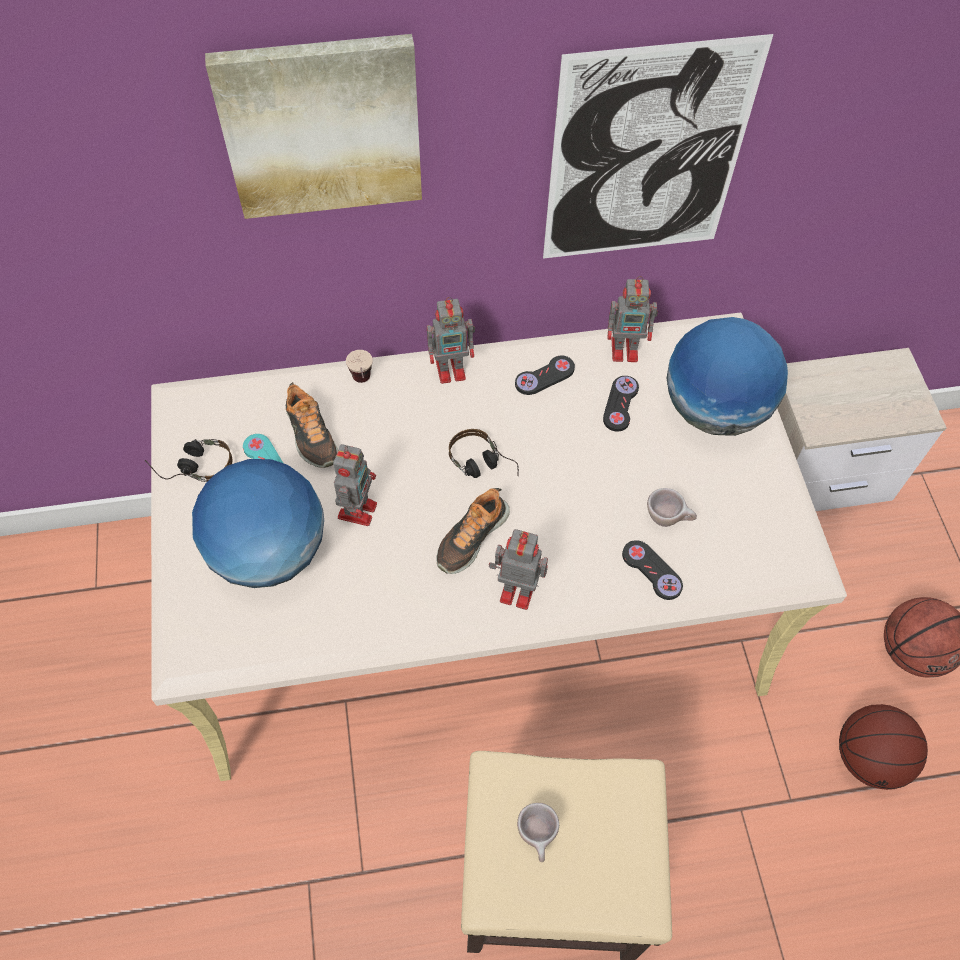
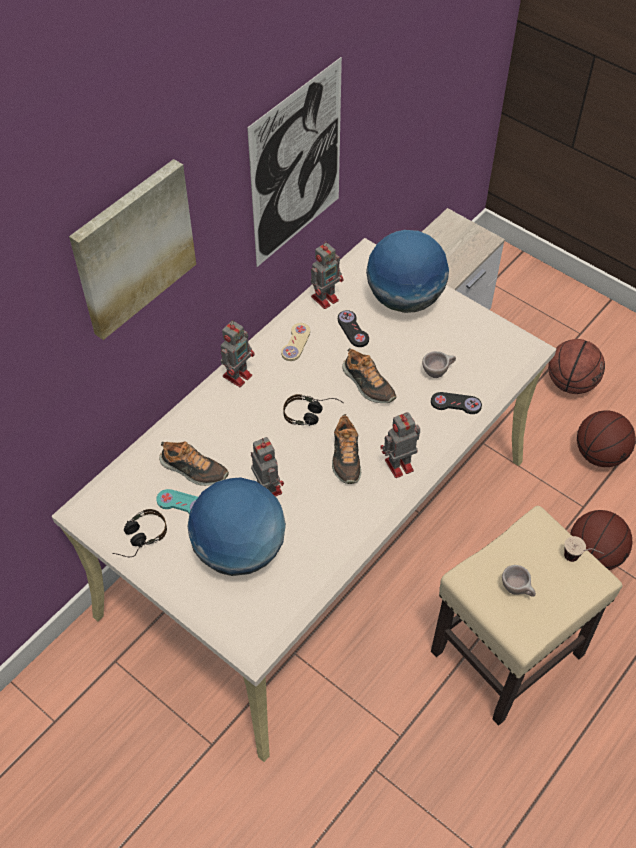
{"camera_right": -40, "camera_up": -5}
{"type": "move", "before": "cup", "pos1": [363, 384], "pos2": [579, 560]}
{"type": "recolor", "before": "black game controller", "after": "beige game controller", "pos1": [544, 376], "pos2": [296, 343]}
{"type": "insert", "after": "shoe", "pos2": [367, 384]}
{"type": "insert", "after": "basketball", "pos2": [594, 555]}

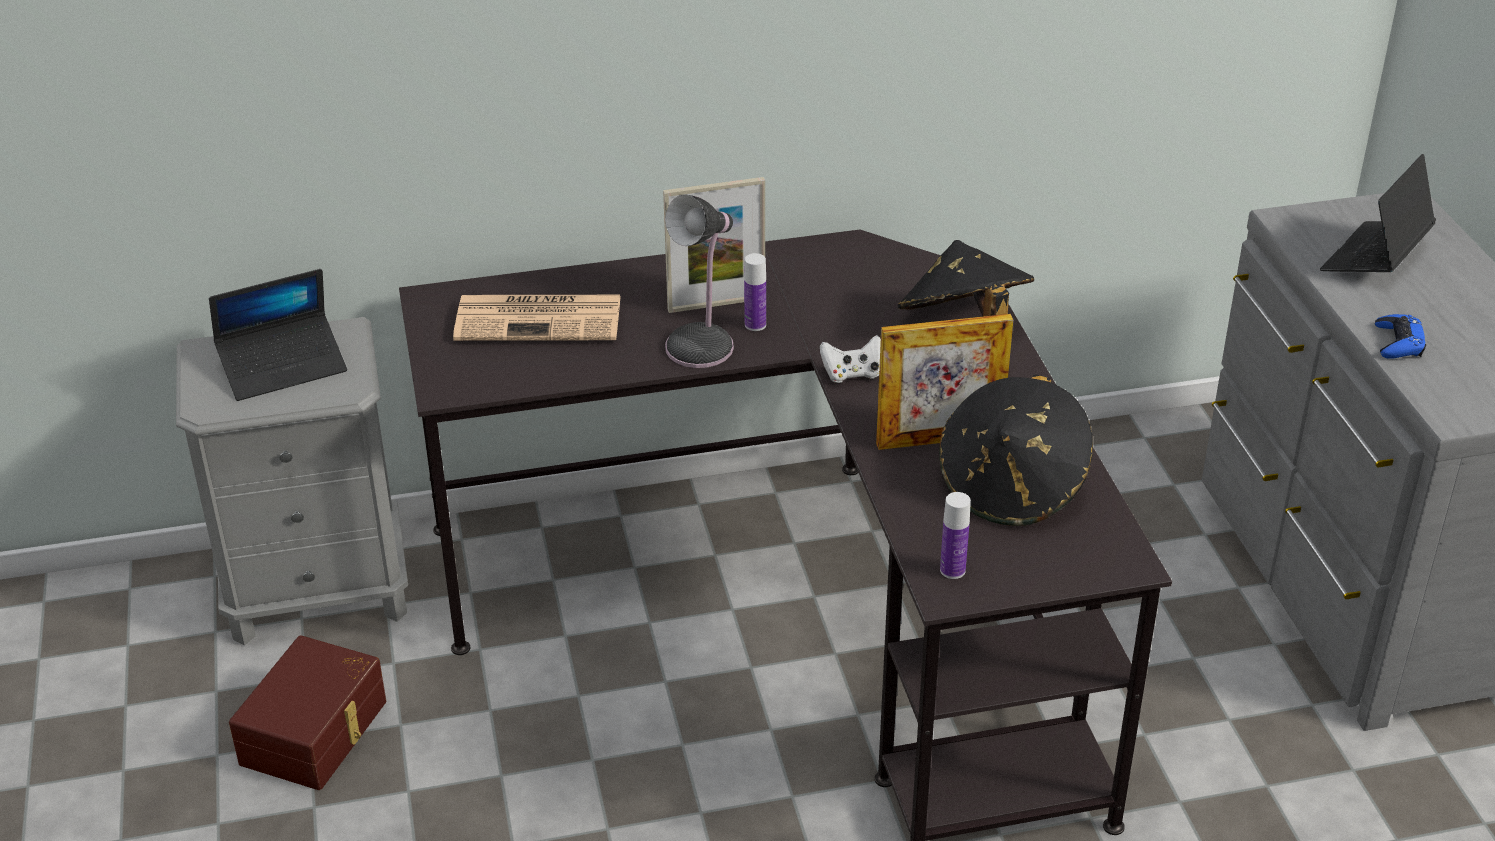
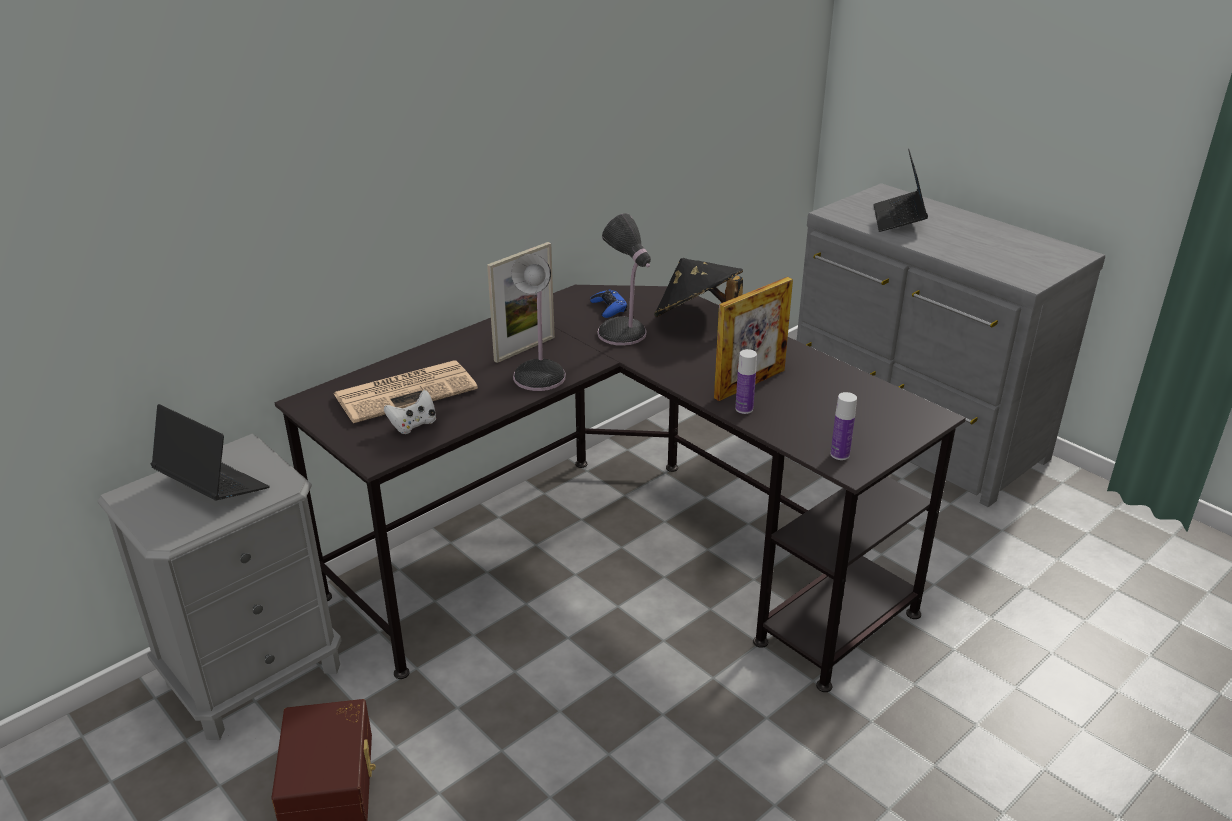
{"camera_right": -30, "camera_up": -5}
{"type": "move", "before": "bottle", "pos1": [755, 325], "pos2": [744, 409]}
{"type": "rotate", "before": "laptop", "pos1": [283, 367], "pos2": [212, 486], "turn": -90}
{"type": "move", "before": "blue game controller", "pos1": [1398, 343], "pos2": [609, 308]}
{"type": "move", "before": "white game controller", "pos1": [852, 374], "pos2": [413, 425]}
{"type": "delete", "before": "black hat", "pos1": [1013, 487]}
{"type": "insert", "after": "table lamp", "pos2": [624, 335]}

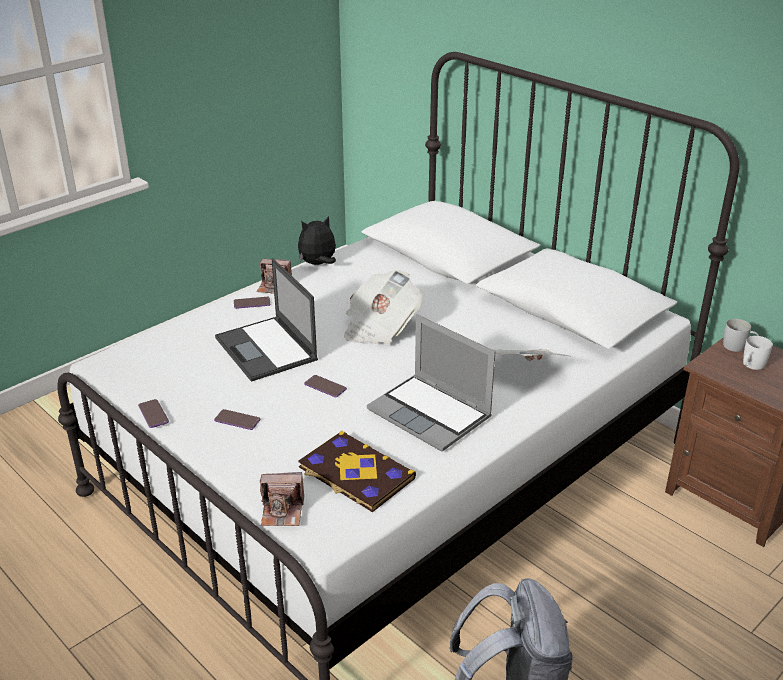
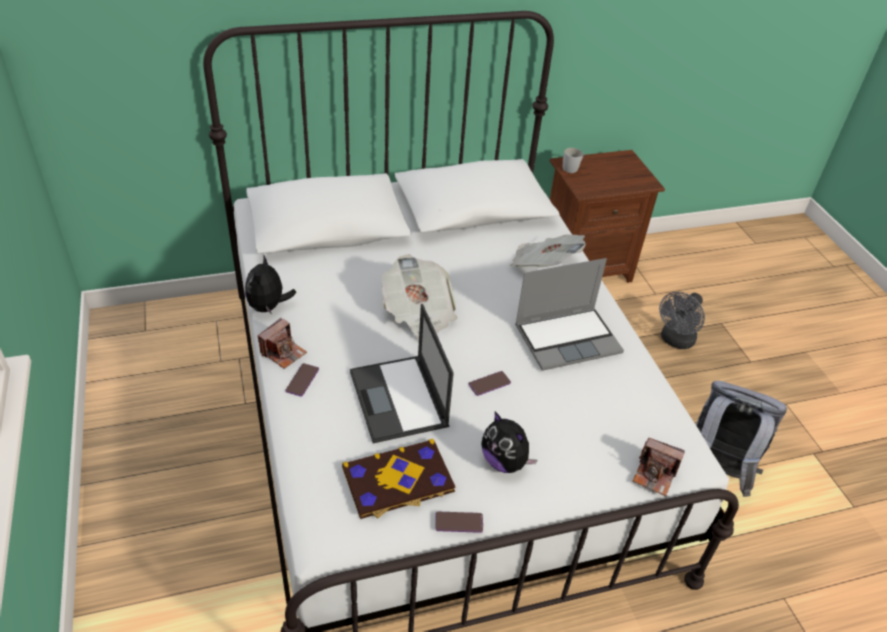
{"camera_right": -65, "camera_up": 10}
{"type": "rotate", "before": "laptop", "pos1": [267, 349], "pos2": [399, 400], "turn": 75}
{"type": "delete", "before": "white mug", "pos1": [751, 366]}
{"type": "replace", "before": "phone", "after": "plush toy", "pos1": [237, 420], "pos2": [504, 461]}
{"type": "move", "before": "book", "pos1": [355, 474], "pos2": [398, 481]}
{"type": "rotate", "before": "photo camera", "pos1": [282, 511], "pos2": [654, 475], "turn": 90}
{"type": "insert", "after": "grey fan", "pos2": [675, 341]}

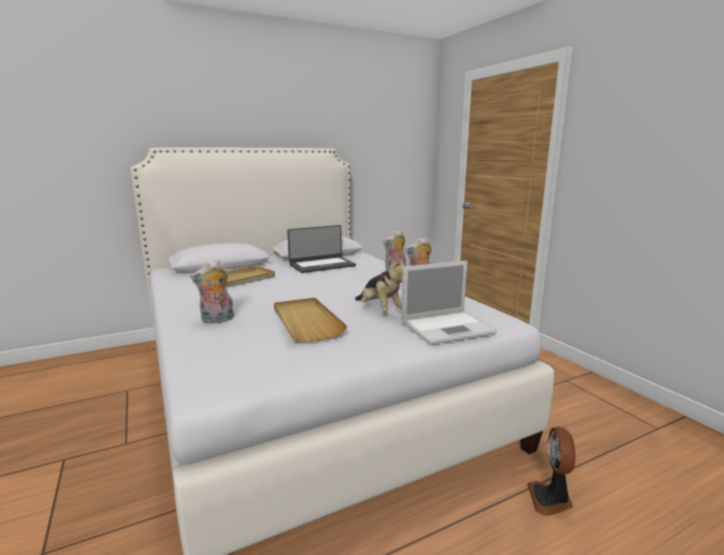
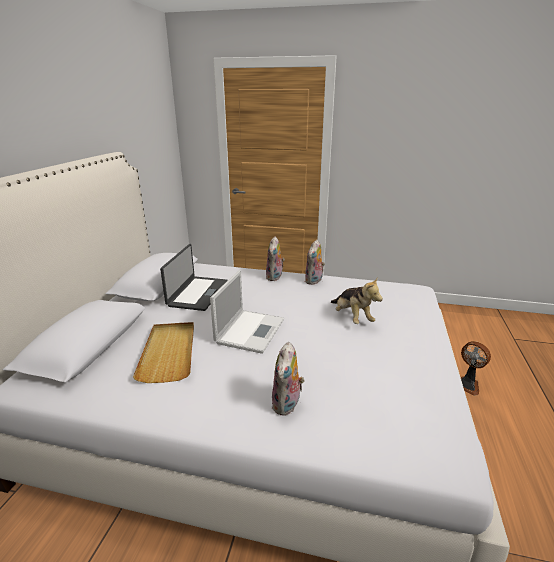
{"camera_right": -50, "camera_up": 10}
{"type": "rotate", "before": "plush toy", "pos1": [380, 310], "pos2": [352, 317], "turn": 60}
{"type": "move", "before": "laptop", "pos1": [448, 327], "pos2": [250, 330]}
{"type": "delete", "before": "beige tray", "pos1": [306, 321]}

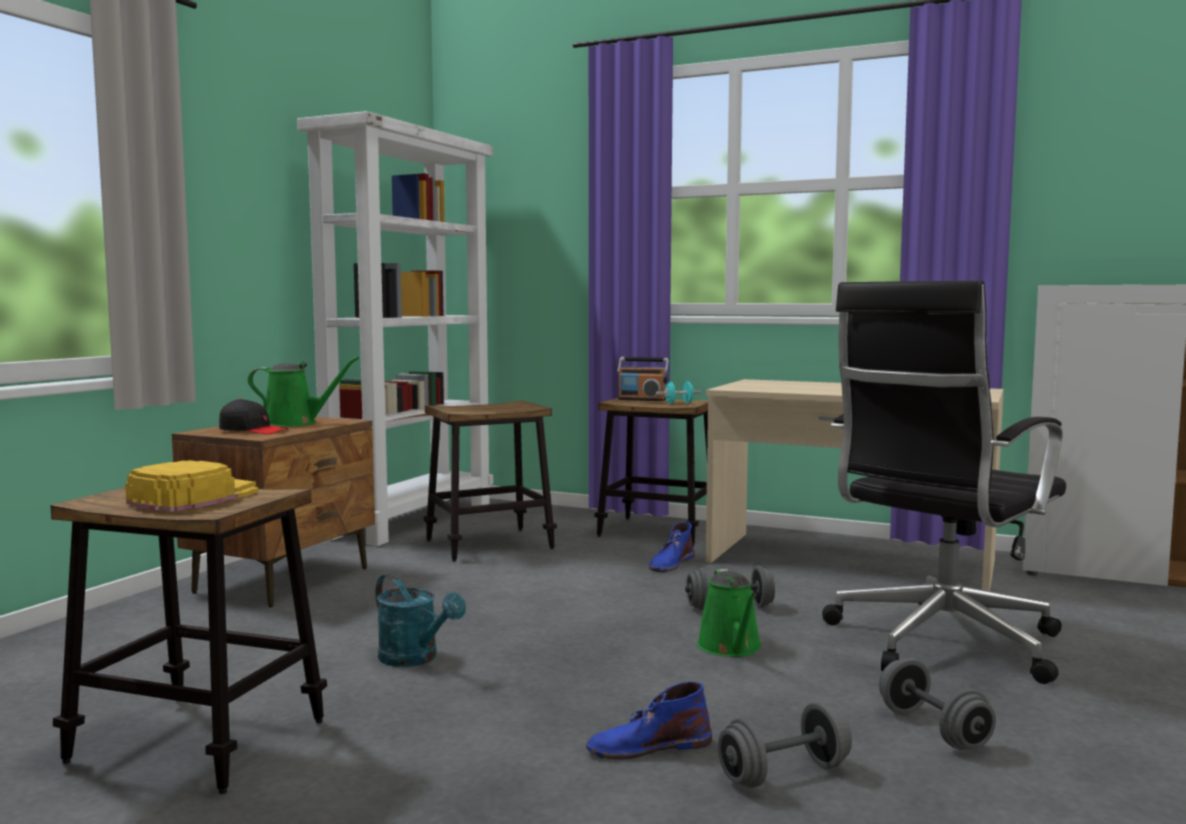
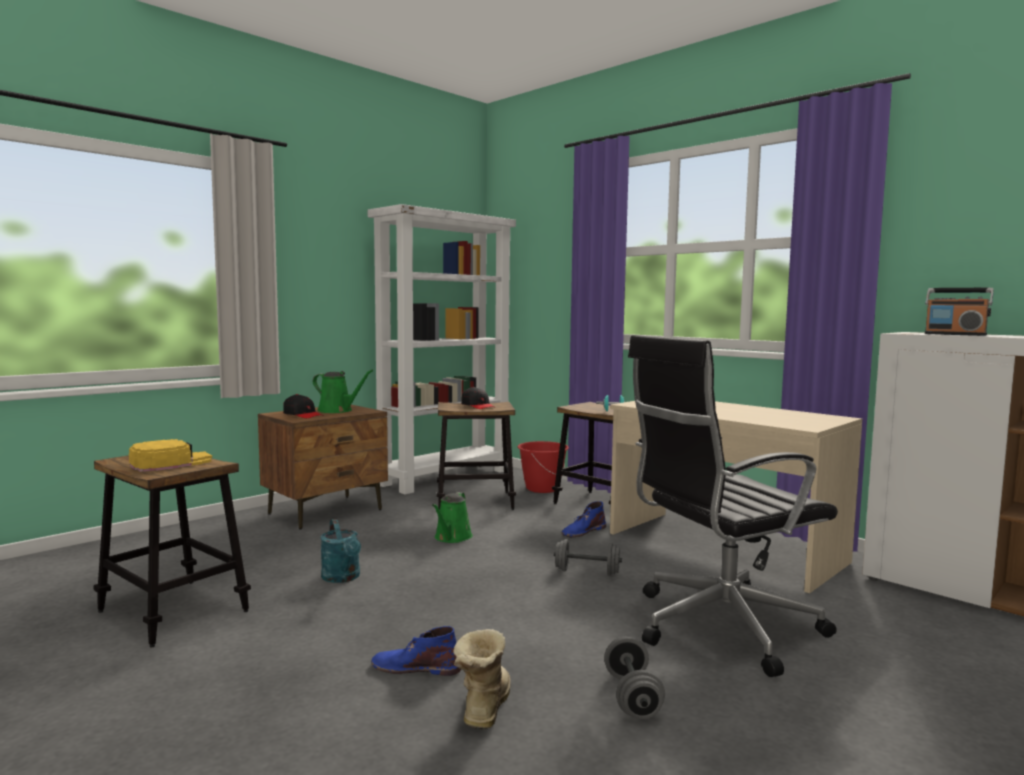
{"camera_right": 20, "camera_up": 0}
{"type": "move", "before": "radio", "pos1": [642, 400], "pos2": [955, 334]}
{"type": "move", "before": "green watering can", "pos1": [731, 647], "pos2": [452, 538]}
{"type": "replace", "before": "grey dumbbell", "after": "boot", "pos1": [784, 774], "pos2": [482, 707]}
{"type": "insert", "after": "black cap", "pos2": [478, 406]}
{"type": "insert", "after": "red bucket", "pos2": [542, 488]}

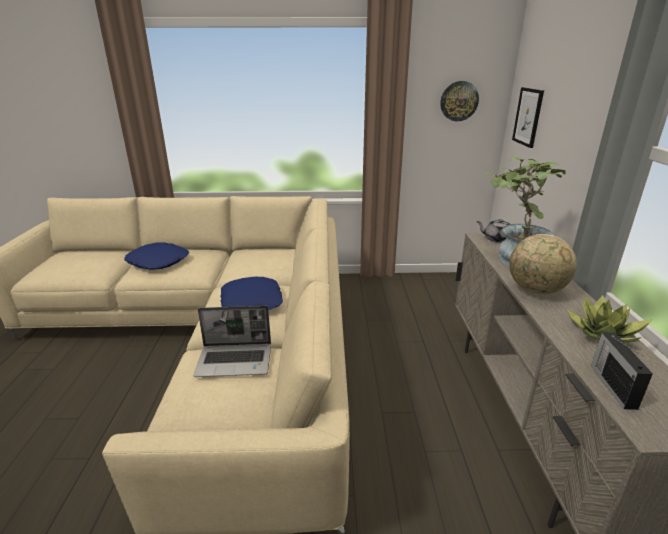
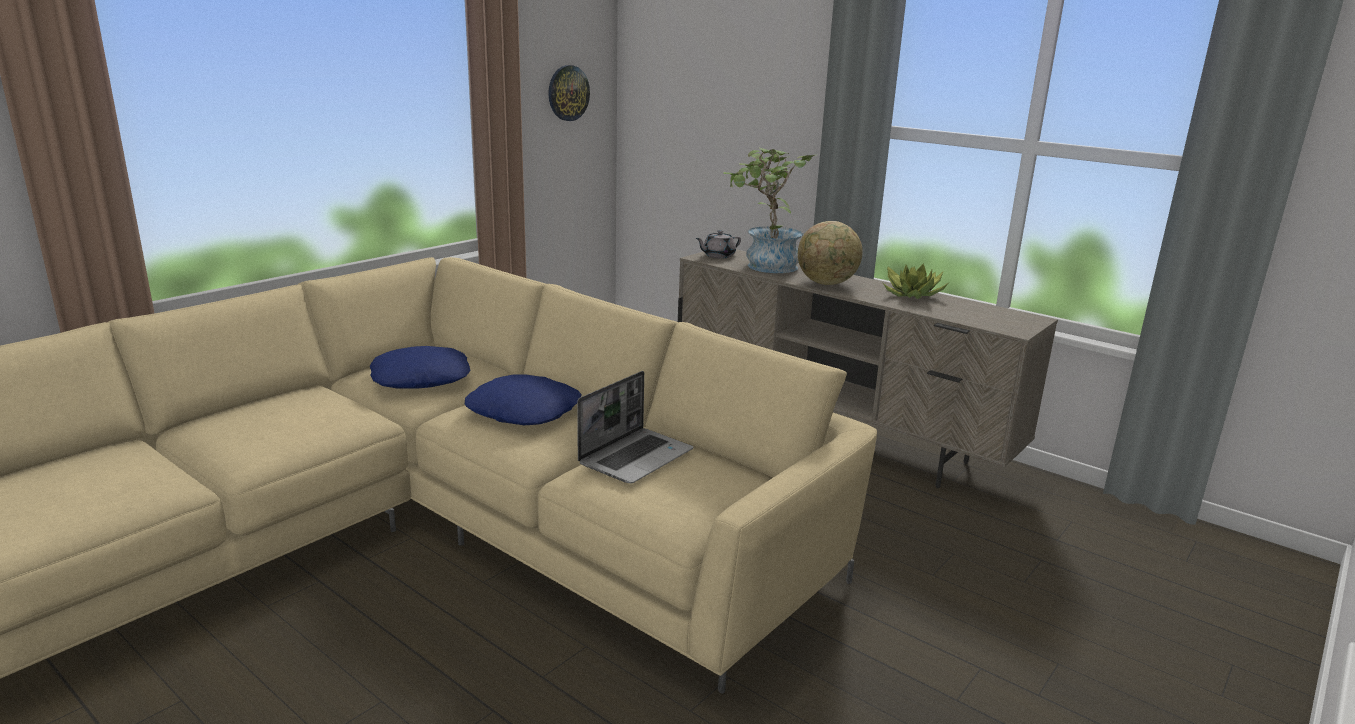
{"camera_right": -50, "camera_up": -5}
{"type": "delete", "before": "picture", "pos1": [528, 117]}
{"type": "move", "before": "blue pillow", "pos1": [158, 261], "pos2": [421, 378]}
{"type": "delete", "before": "radio", "pos1": [612, 385]}

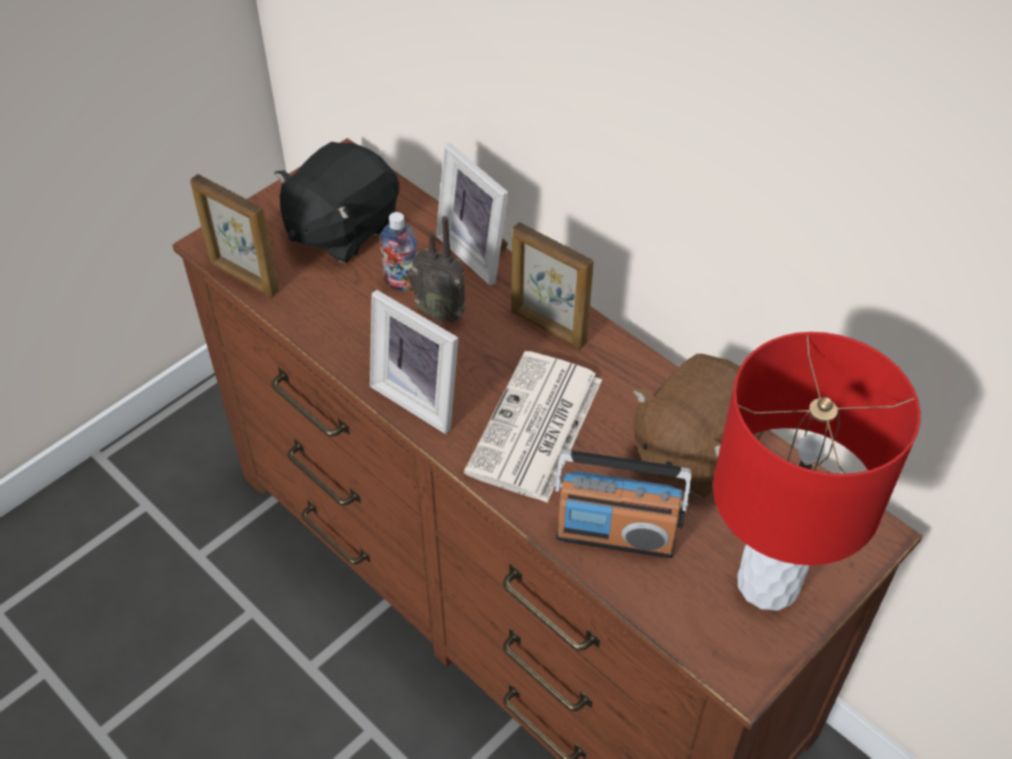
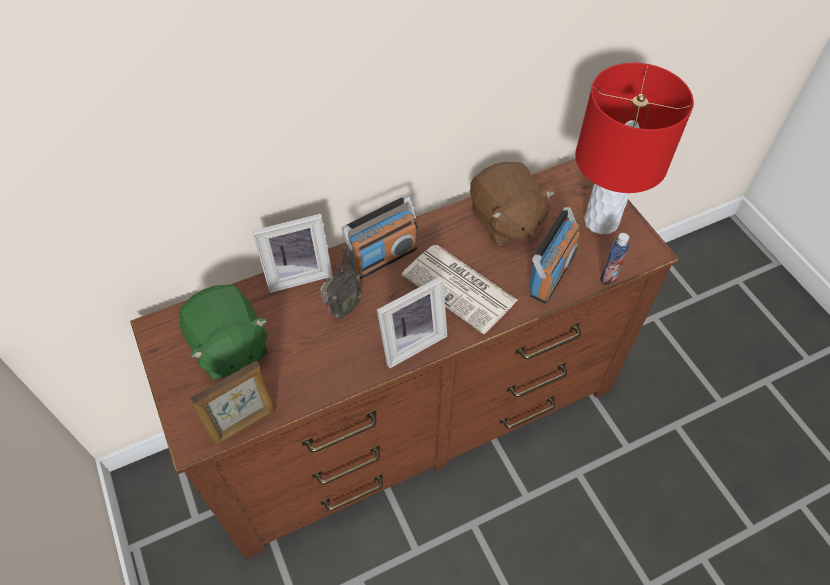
{"camera_right": -70, "camera_up": 5}
{"type": "recolor", "before": "black plush toy", "after": "green plush toy", "pos1": [341, 229], "pos2": [229, 348]}
{"type": "move", "before": "bottle", "pos1": [402, 283], "pos2": [609, 276]}
{"type": "replace", "before": "picture frame", "after": "radio", "pos1": [547, 327], "pos2": [383, 257]}

